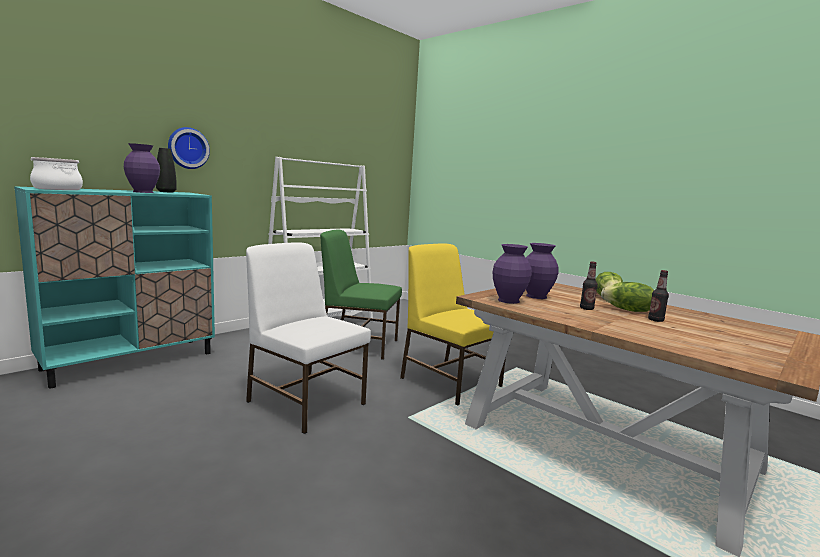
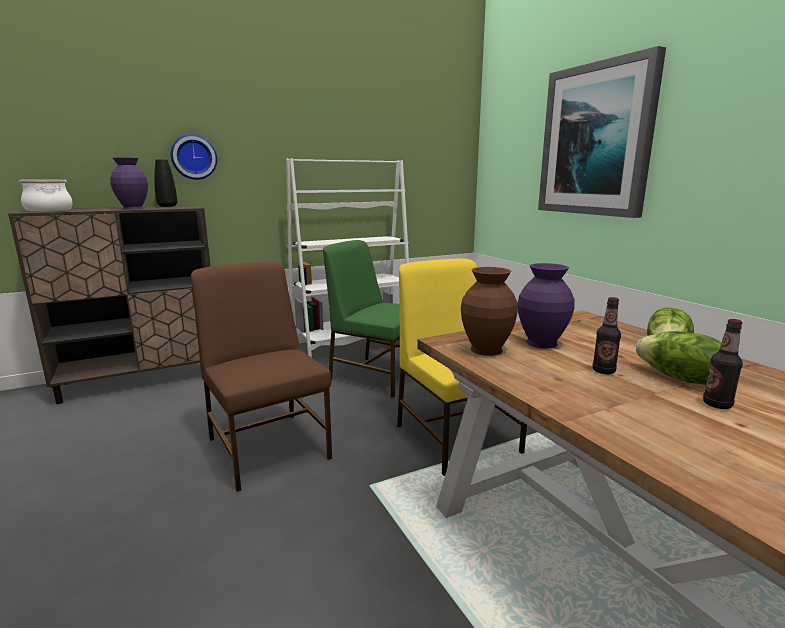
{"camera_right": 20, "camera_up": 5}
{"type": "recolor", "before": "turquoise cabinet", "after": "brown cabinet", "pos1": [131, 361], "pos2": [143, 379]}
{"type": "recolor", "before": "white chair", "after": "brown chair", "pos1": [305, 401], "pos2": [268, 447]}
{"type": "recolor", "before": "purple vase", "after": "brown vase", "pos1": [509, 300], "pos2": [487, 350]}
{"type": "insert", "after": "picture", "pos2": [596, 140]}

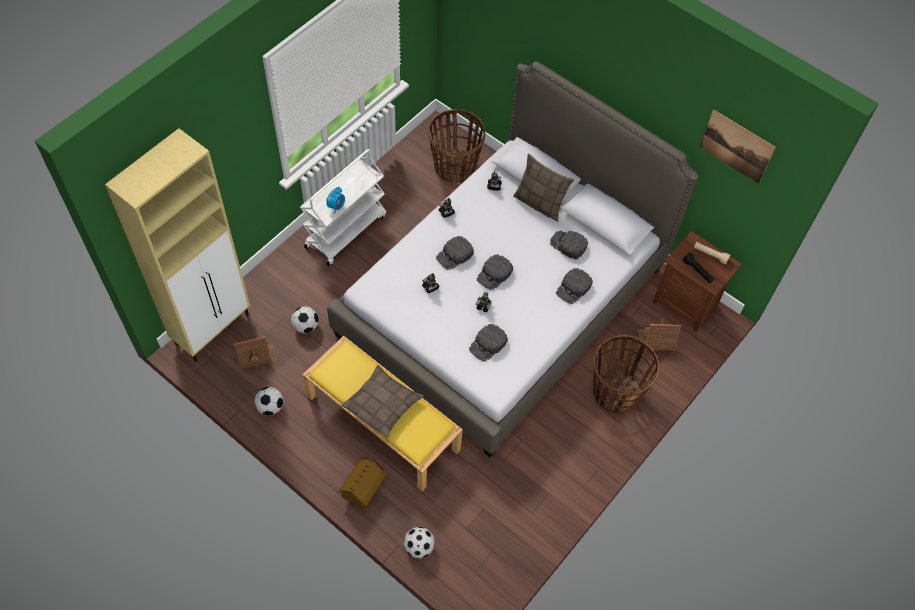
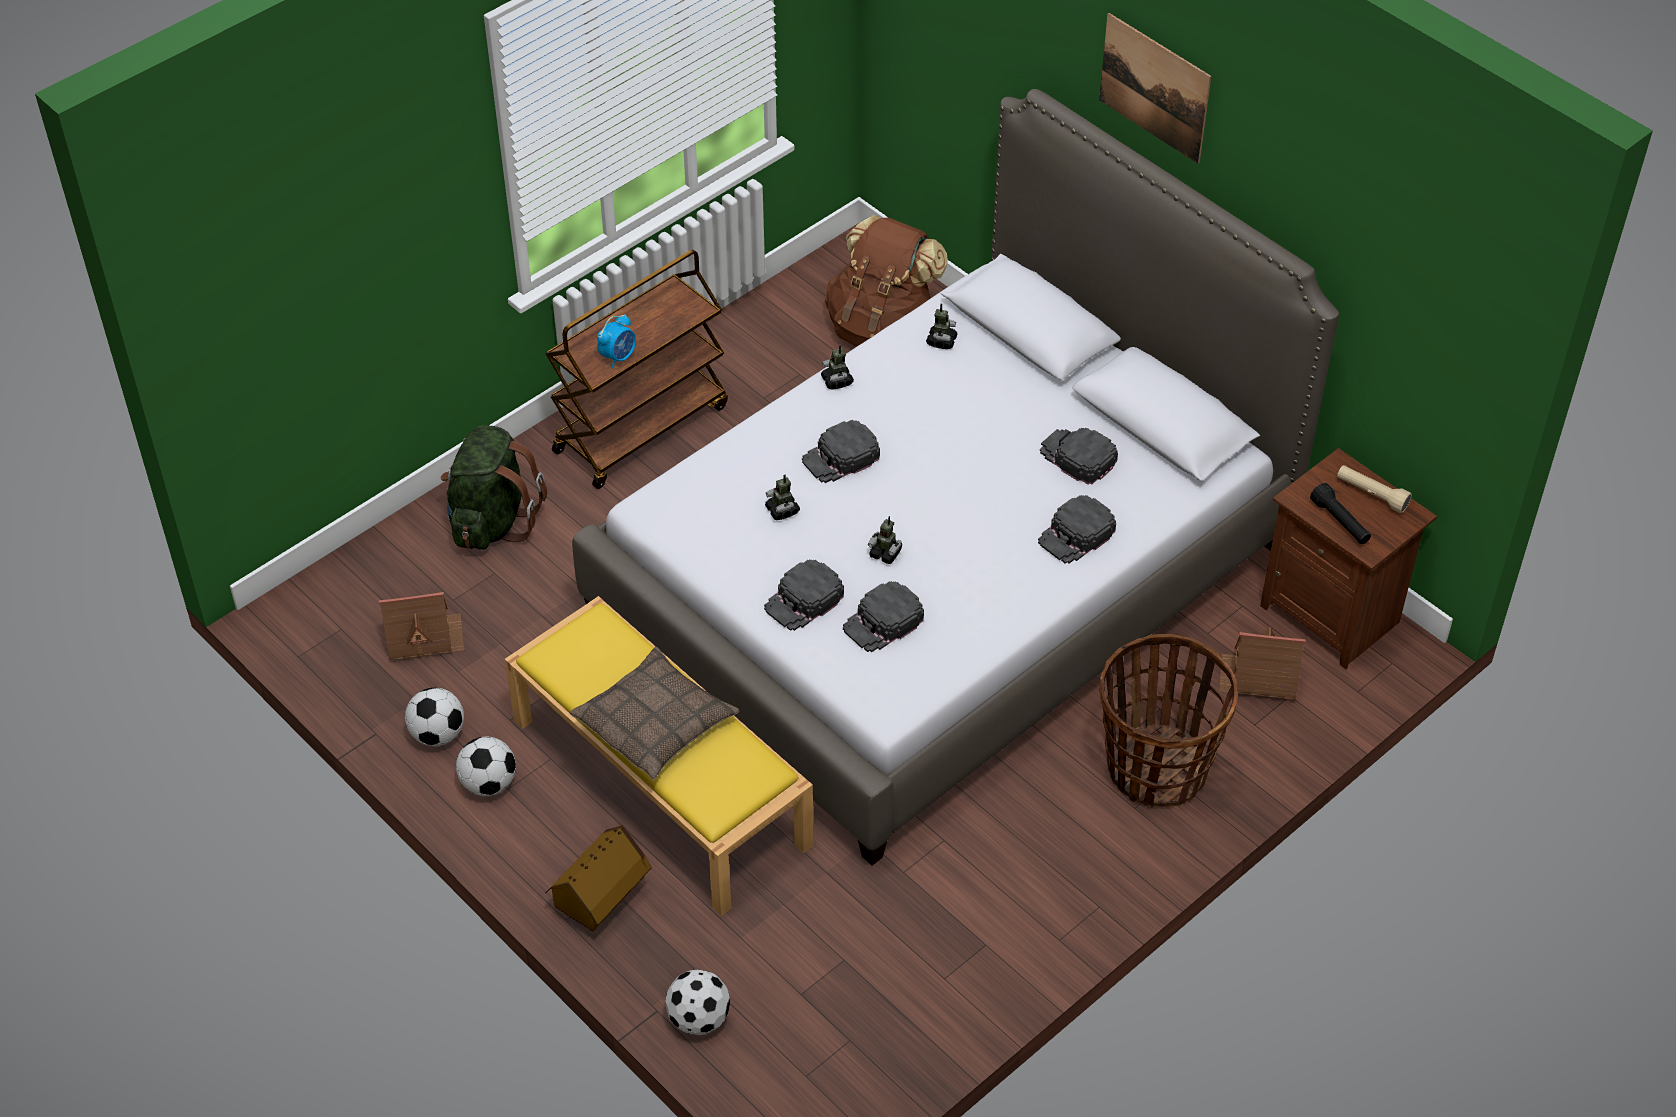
{"camera_right": 10, "camera_up": -10}
{"type": "replace", "before": "basket", "after": "brown backpack", "pos1": [455, 167], "pos2": [883, 328]}
{"type": "move", "before": "picture", "pos1": [736, 146], "pos2": [1154, 87]}
{"type": "delete", "before": "beige cabinet", "pos1": [213, 328]}
{"type": "recolor", "before": "white cart", "after": "brown cart", "pos1": [345, 230], "pos2": [641, 427]}
{"type": "delete", "before": "pillow", "pos1": [540, 203]}
{"type": "move", "before": "black cap", "pos1": [494, 274], "pos2": [804, 601]}
{"type": "move", "before": "football", "pos1": [306, 326], "pos2": [489, 783]}
{"type": "insert", "after": "green backpack", "pos2": [492, 521]}

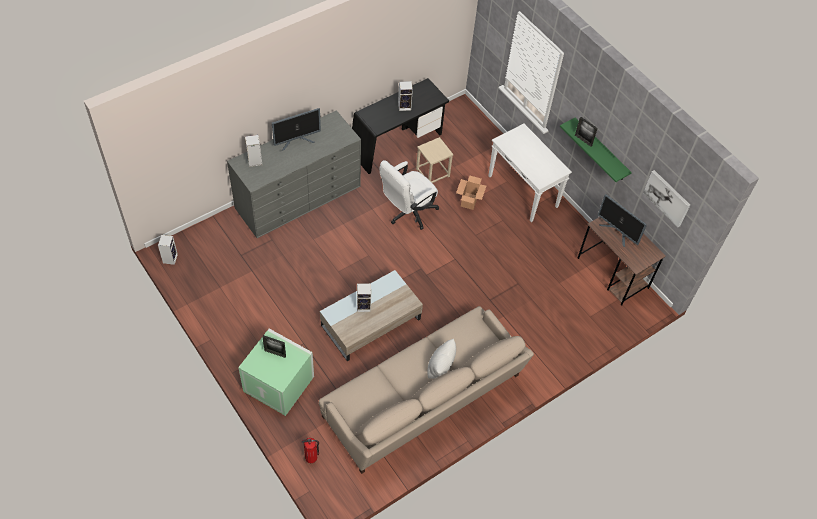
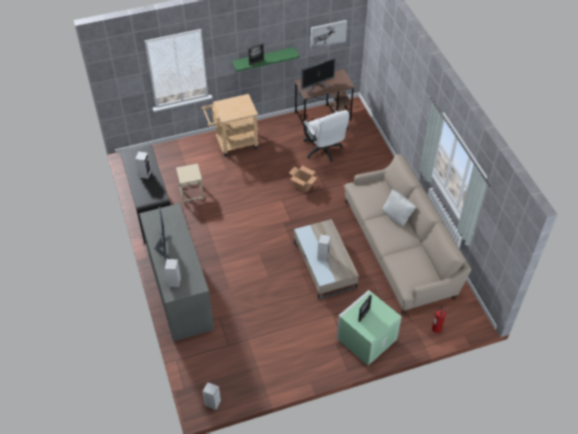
{"camera_right": -70, "camera_up": -5}
{"type": "replace", "before": "white console table", "after": "beige cart", "pos1": [523, 192], "pos2": [233, 143]}
{"type": "move", "before": "white office chair", "pos1": [407, 213], "pos2": [324, 151]}
{"type": "move", "before": "cardboard box", "pos1": [469, 201], "pos2": [302, 186]}

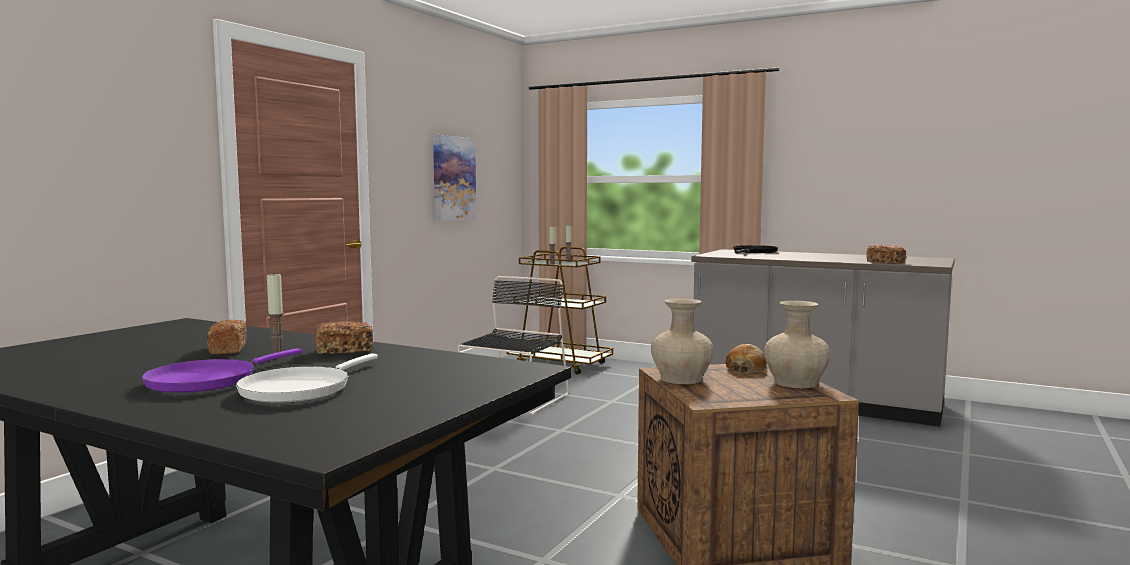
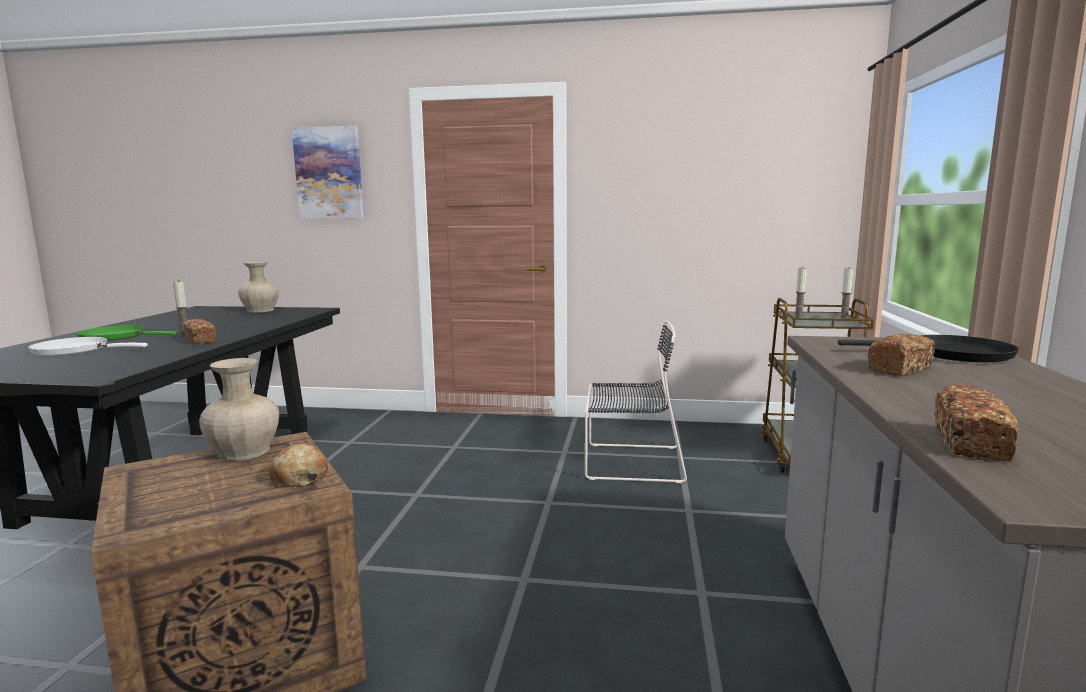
{"camera_right": 70, "camera_up": 5}
{"type": "move", "before": "picture", "pos1": [453, 178], "pos2": [329, 173]}
{"type": "move", "before": "beige vase", "pos1": [795, 382], "pos2": [261, 310]}
{"type": "move", "before": "bread", "pos1": [228, 349], "pos2": [899, 369]}
{"type": "recolor", "before": "purple frying pan", "after": "green frying pan", "pos1": [207, 380], "pos2": [117, 337]}

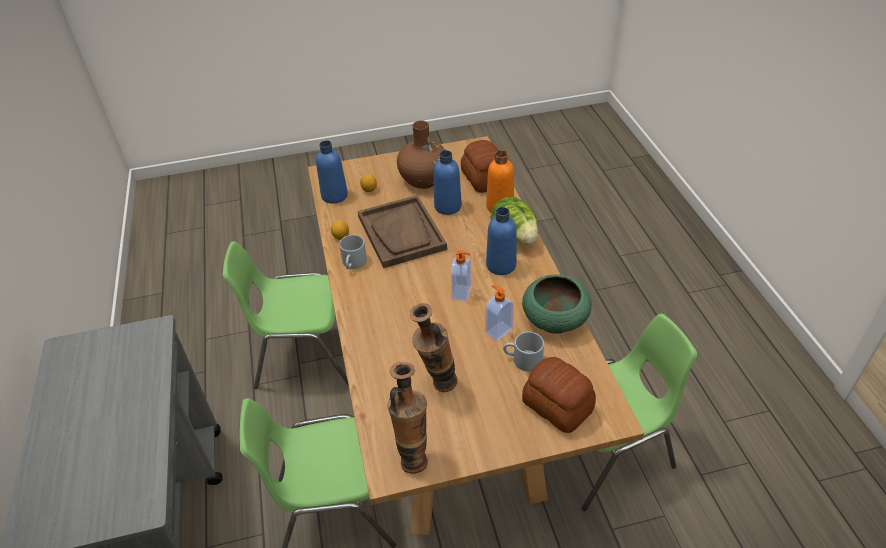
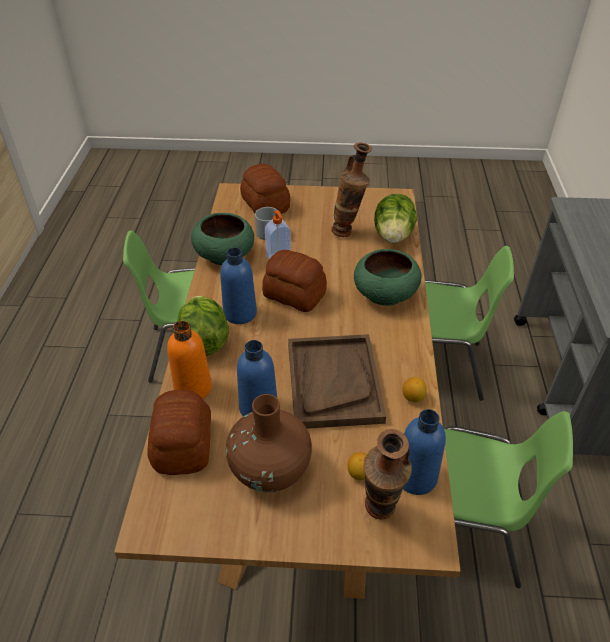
{"camera_right": -165, "camera_up": 0}
{"type": "delete", "before": "grey mug", "pos1": [354, 263]}
{"type": "replace", "before": "soap dispenser", "after": "bread", "pos1": [462, 293], "pos2": [294, 295]}
{"type": "move", "before": "vase", "pos1": [413, 456], "pos2": [379, 516]}
{"type": "insert", "after": "lettuce", "pos2": [393, 236]}
{"type": "insert", "after": "green bowl", "pos2": [384, 294]}

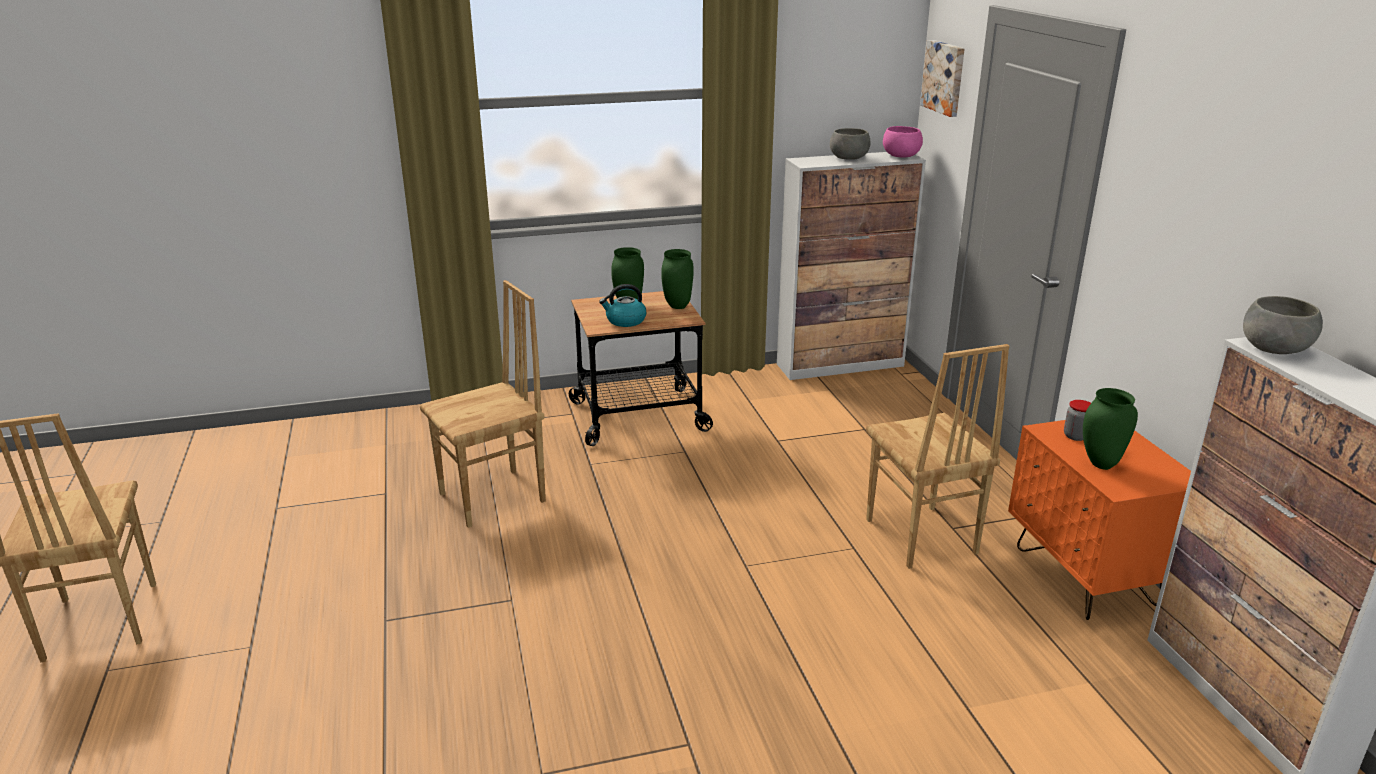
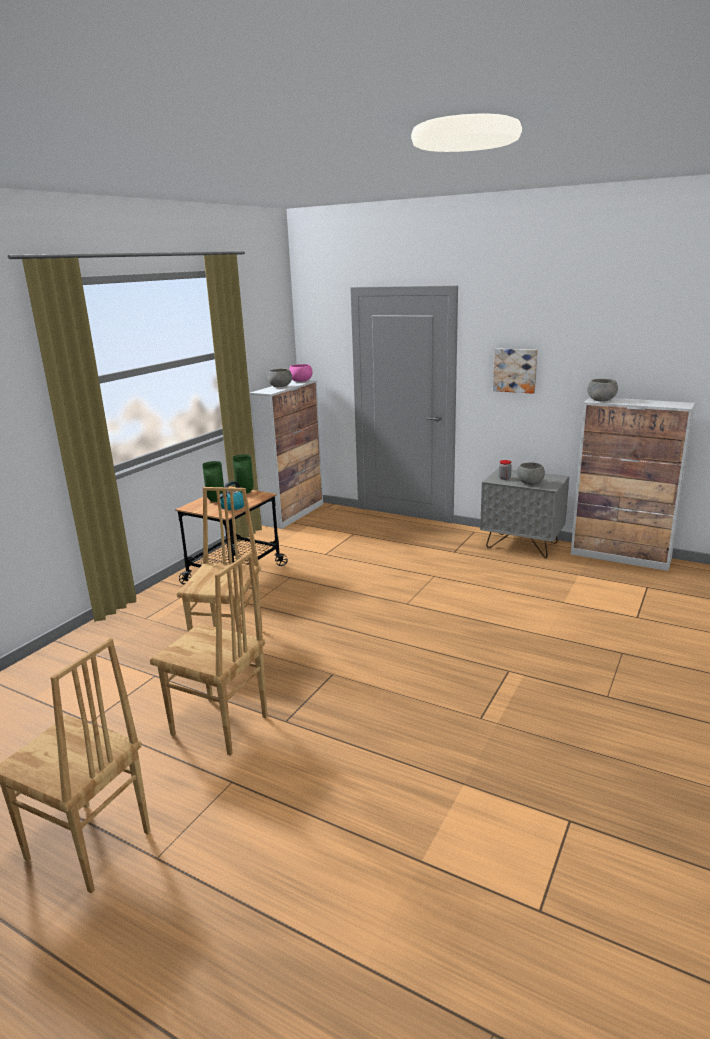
{"camera_right": -45, "camera_up": -5}
{"type": "move", "before": "picture", "pos1": [945, 77], "pos2": [515, 370]}
{"type": "move", "before": "brown chair", "pos1": [919, 537], "pos2": [219, 727]}
{"type": "replace", "before": "green vase", "after": "grey bowl", "pos1": [1101, 465], "pos2": [530, 483]}
{"type": "recolor", "before": "orange nightstand", "after": "grey nightstand", "pos1": [1086, 577], "pos2": [522, 545]}

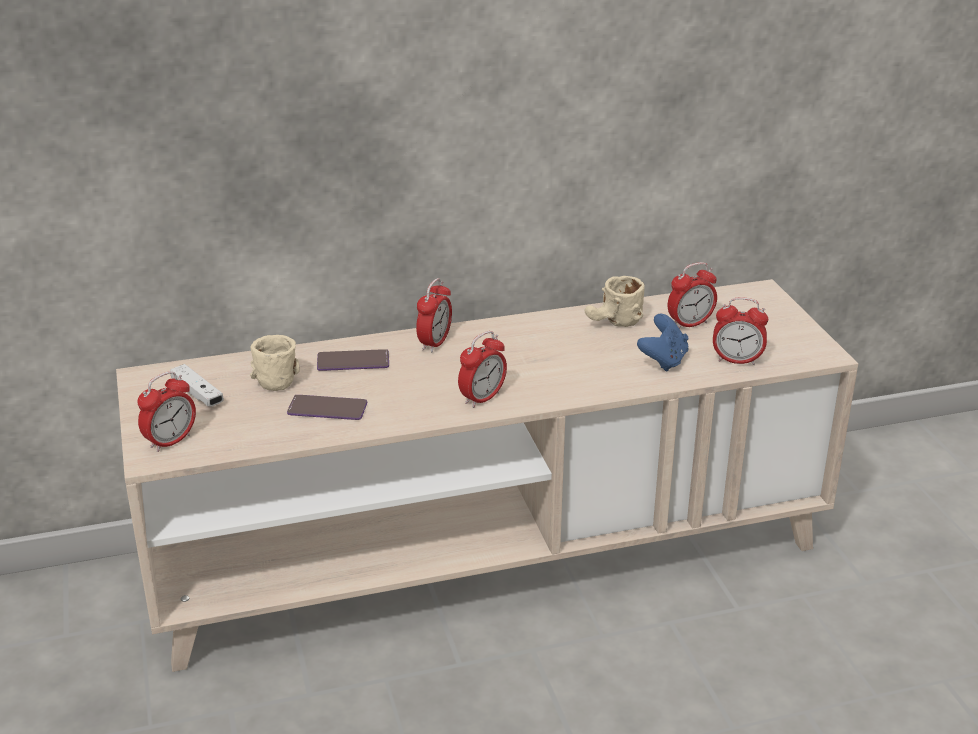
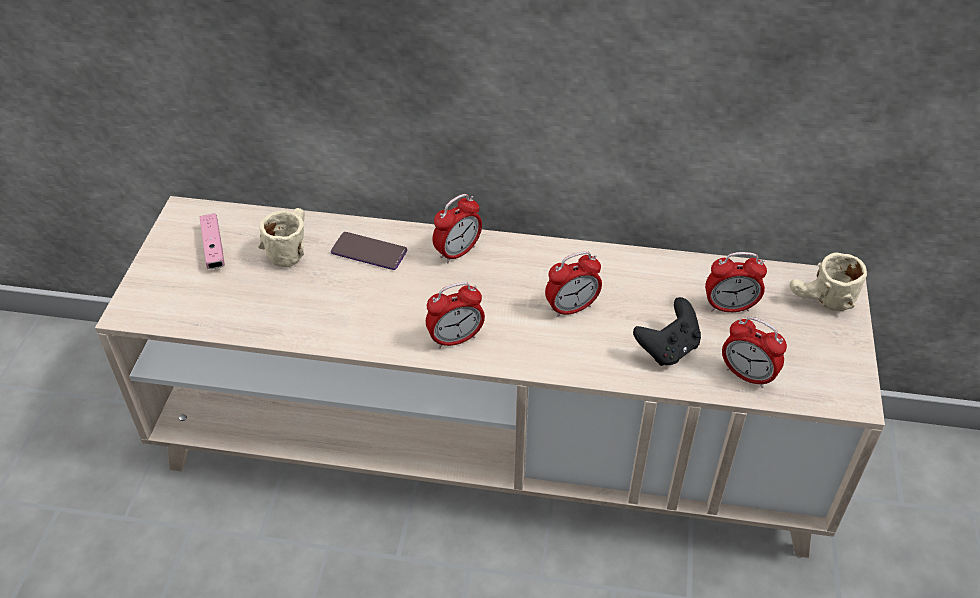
{"camera_right": 25, "camera_up": 15}
{"type": "move", "before": "beige mug", "pos1": [614, 324], "pos2": [821, 302]}
{"type": "recolor", "before": "blue game controller", "after": "black game controller", "pos1": [663, 360], "pos2": [668, 349]}
{"type": "recolor", "before": "white game controller", "after": "pink game controller", "pos1": [197, 394], "pos2": [213, 248]}
{"type": "move", "before": "alarm clock", "pos1": [170, 441], "pos2": [571, 308]}
{"type": "delete", "before": "phone", "pos1": [327, 409]}

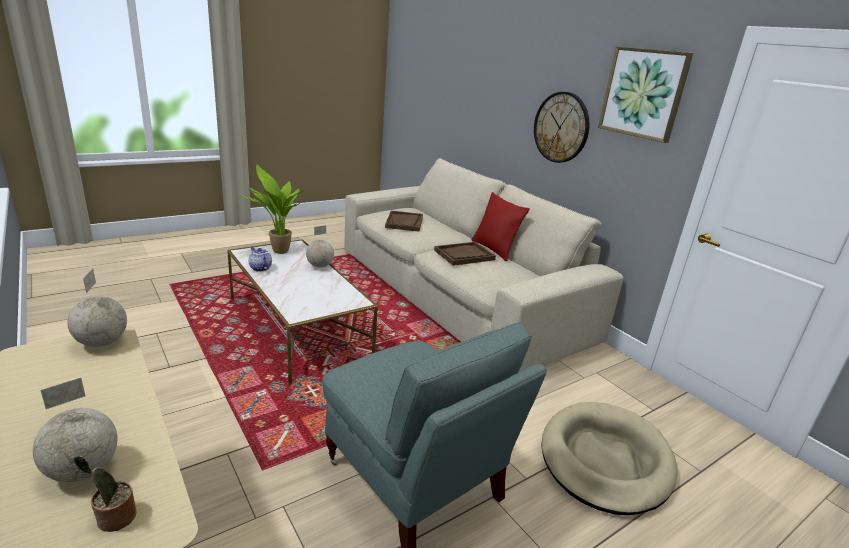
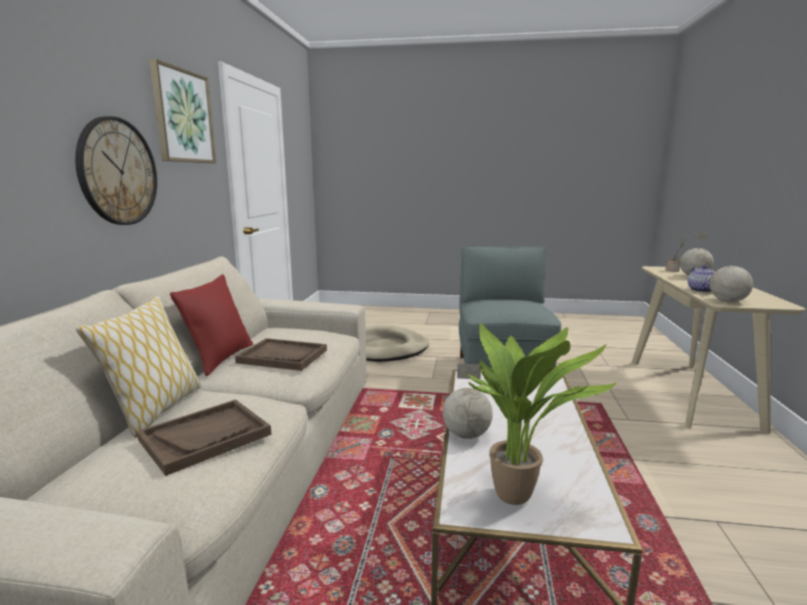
{"camera_right": -135, "camera_up": -10}
{"type": "move", "before": "teapot", "pos1": [260, 268], "pos2": [701, 290]}
{"type": "insert", "after": "pillow", "pos2": [156, 410]}

